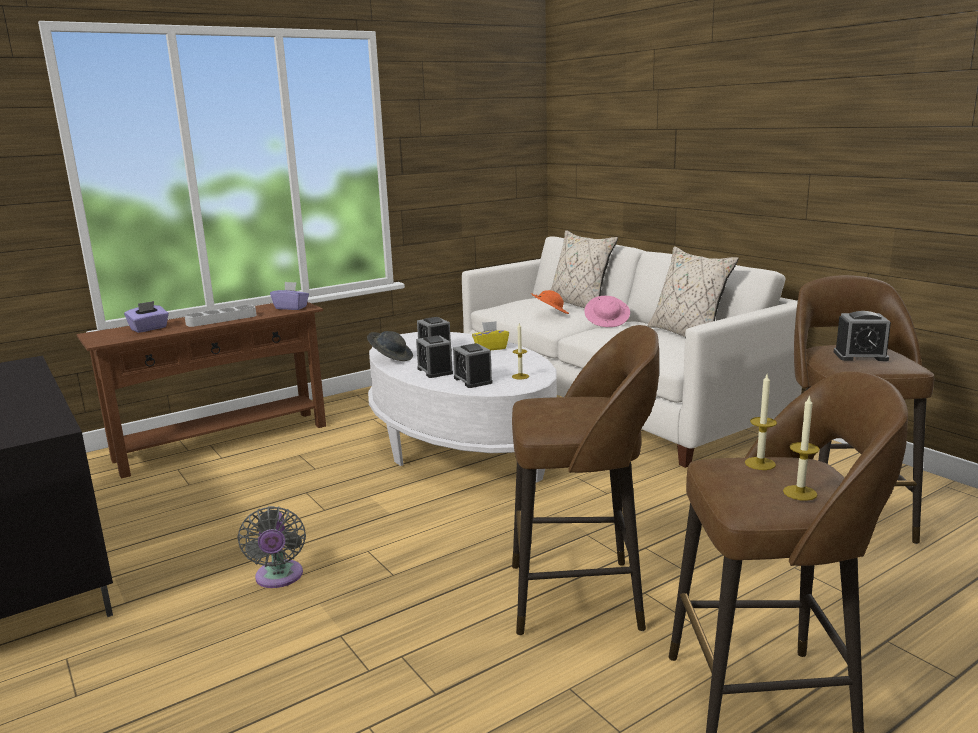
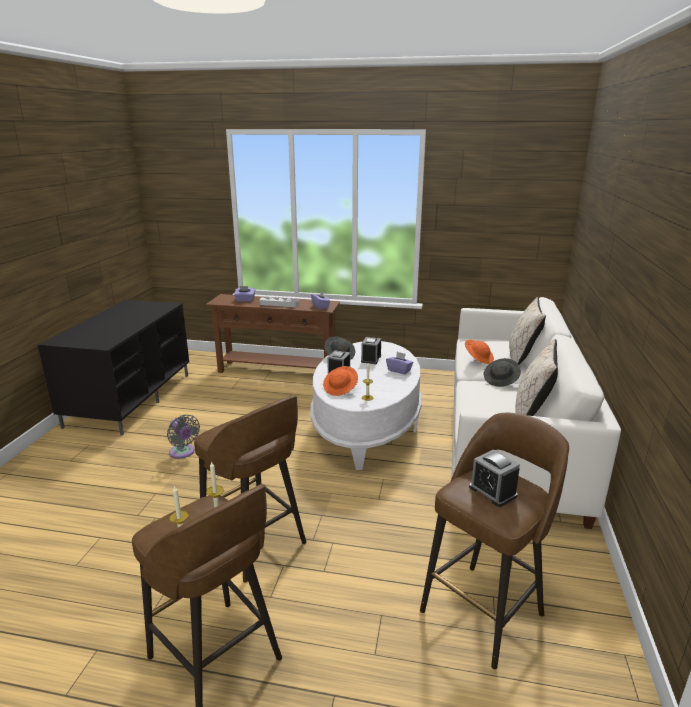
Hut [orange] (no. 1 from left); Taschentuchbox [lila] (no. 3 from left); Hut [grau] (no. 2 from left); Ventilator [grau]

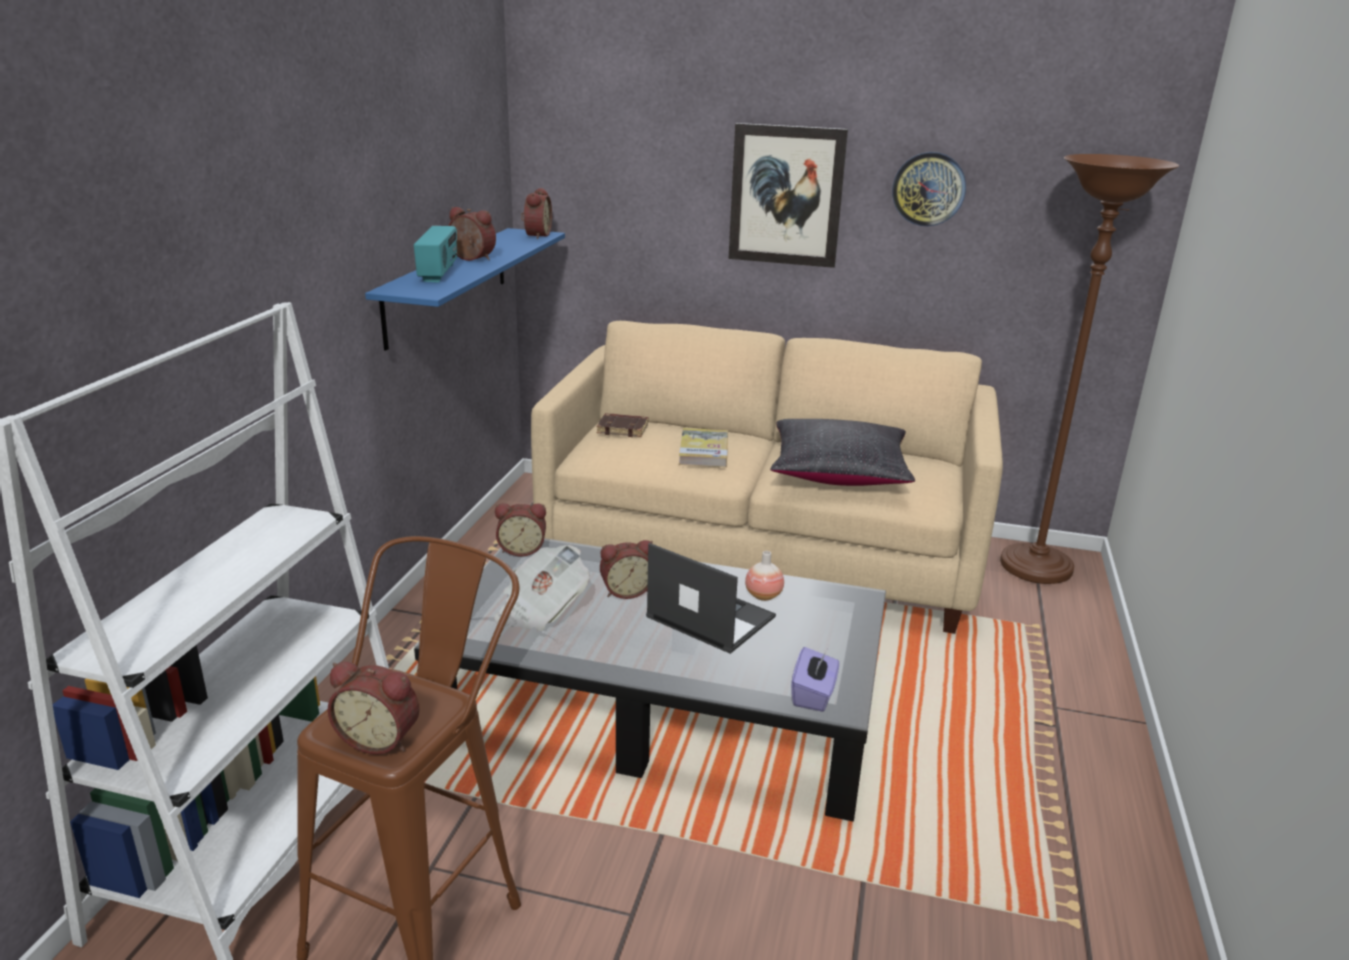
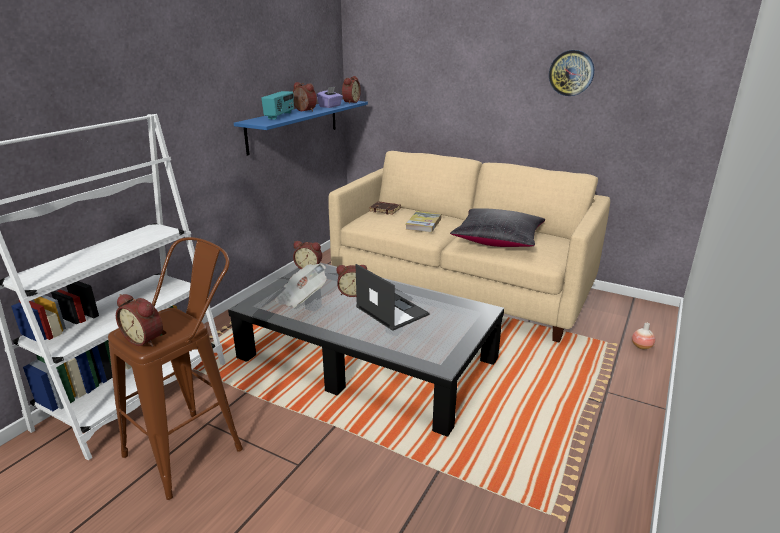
Bild; Stehlampe [braun]; Vase; Taschentuchbox [lila]

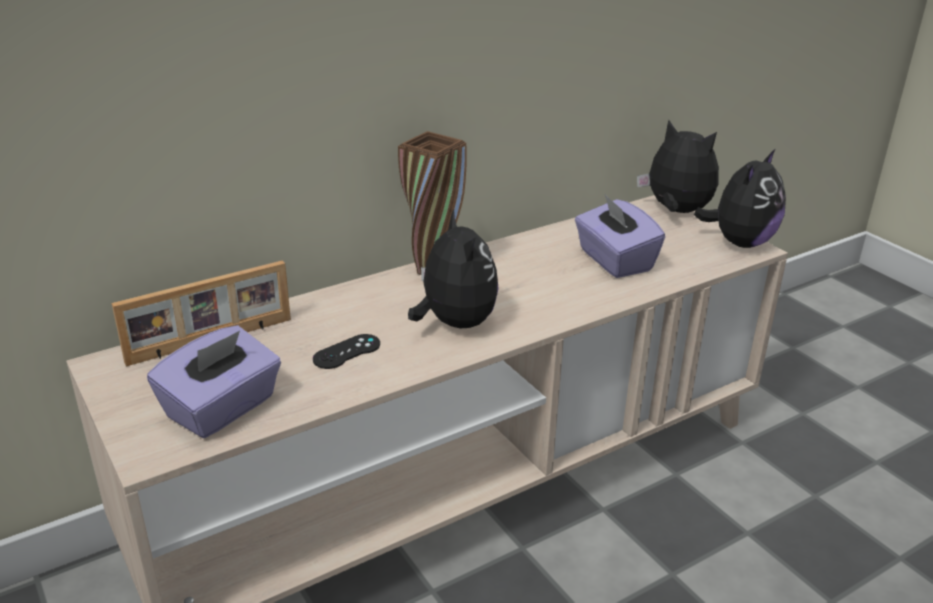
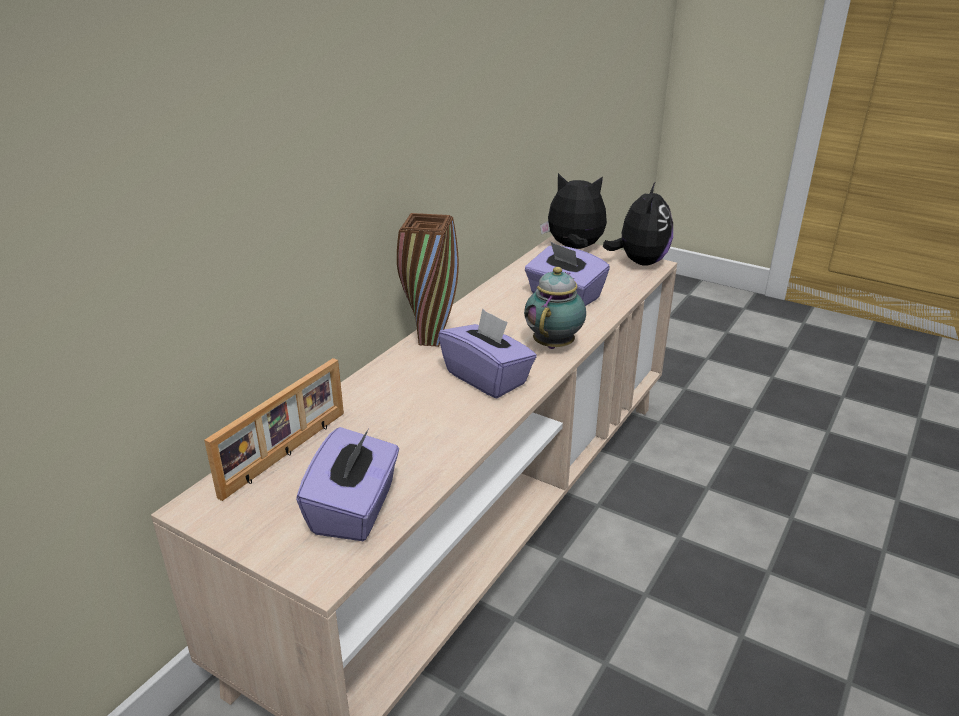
Gamepad [schwarz]; Teekanne; Taschentuchbox [lila] (no. 2 from left)

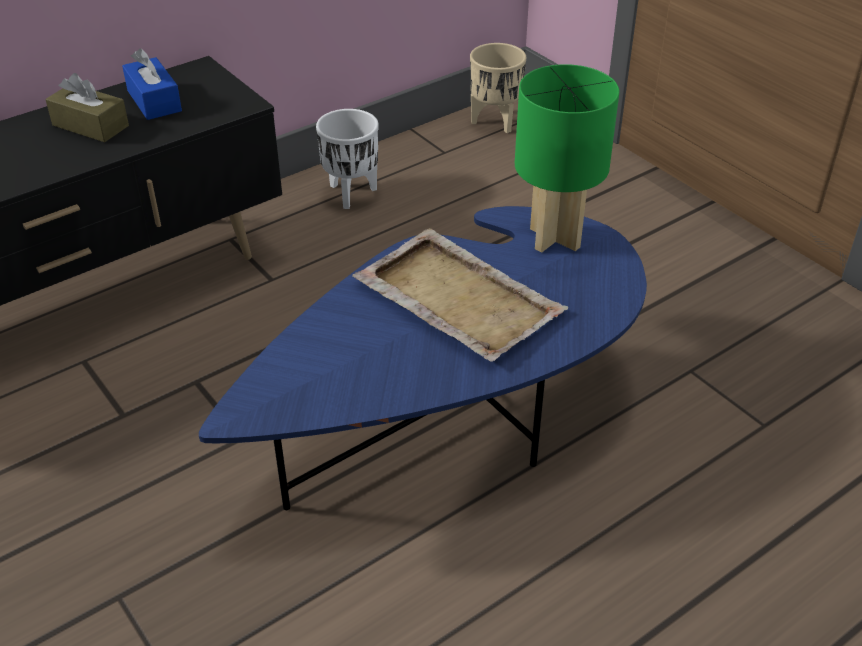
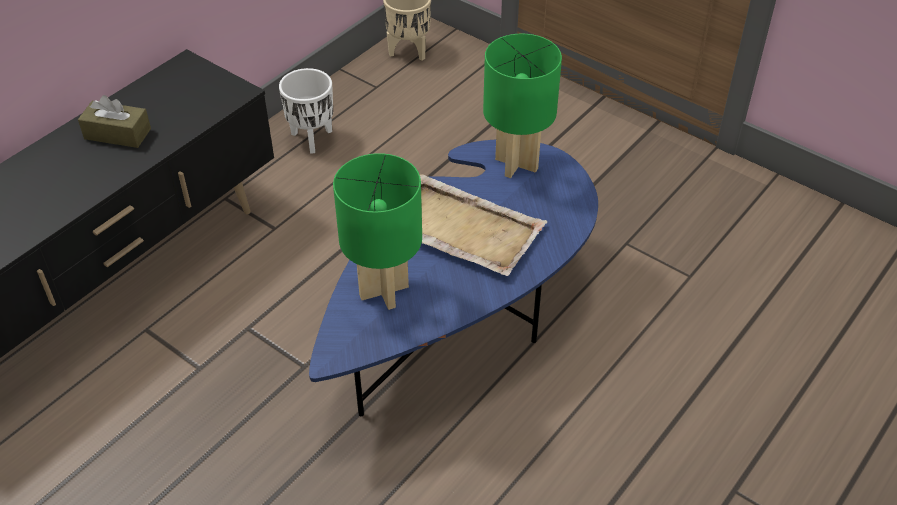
Taschentuchbox [blau]; Tischlampe [grün] (no. 1 from left)

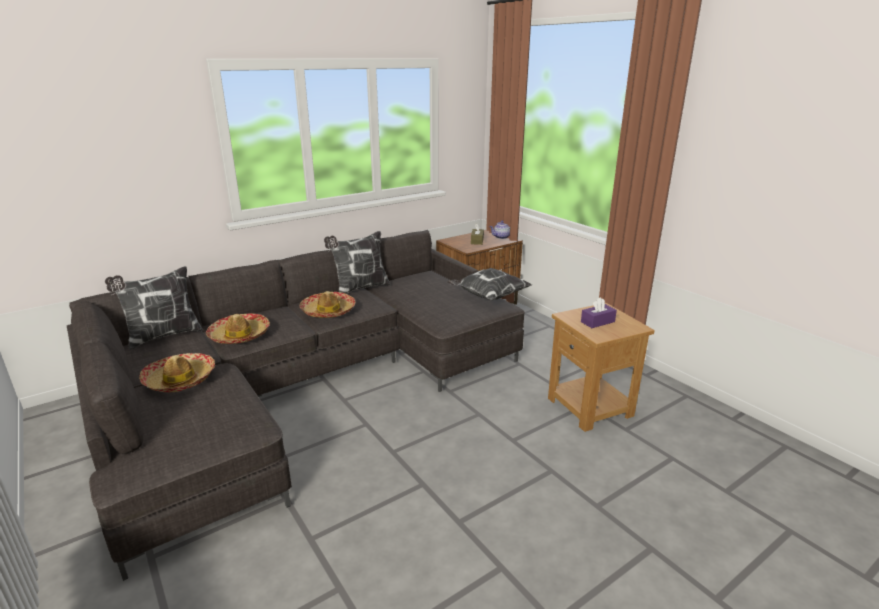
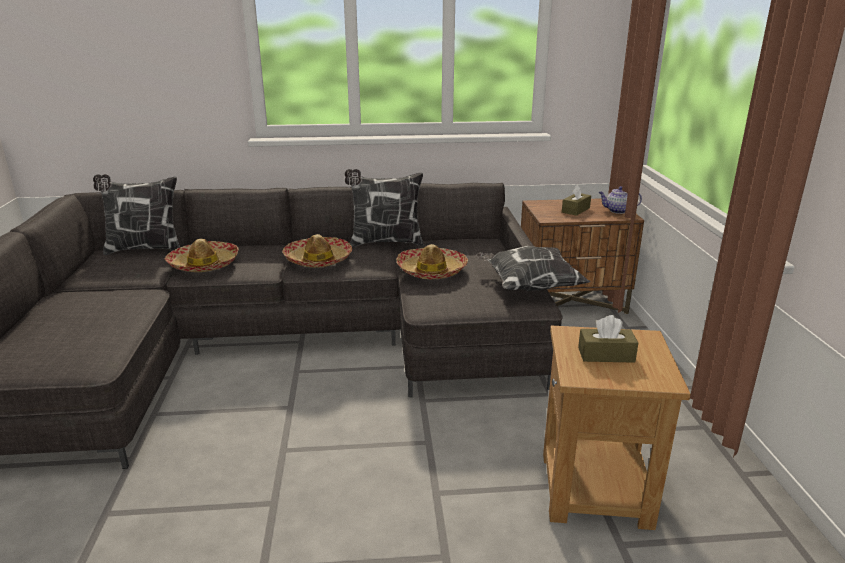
Hut (no. 3 from left); Taschentuchbox [braun] (no. 2 from left)

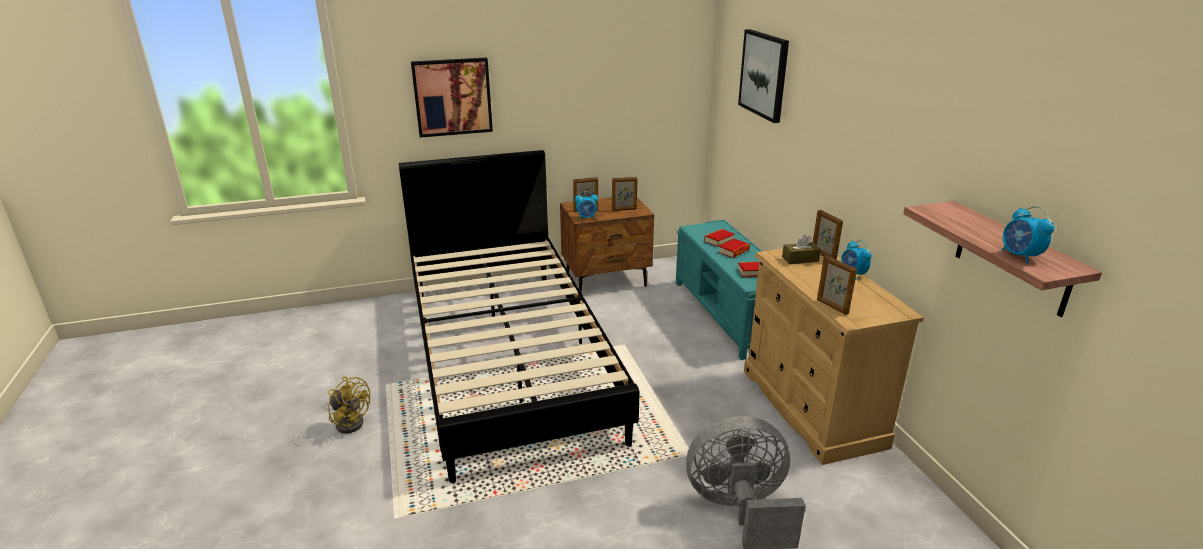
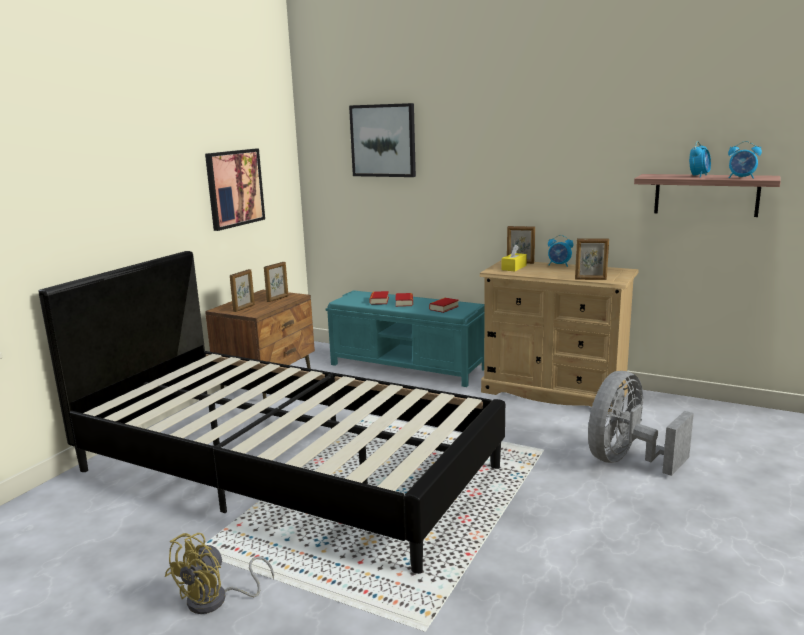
Bild (no. 1 from left); Wecker (no. 2 from left); Taschentuchbox [gelb]; Ventilator [gelb]

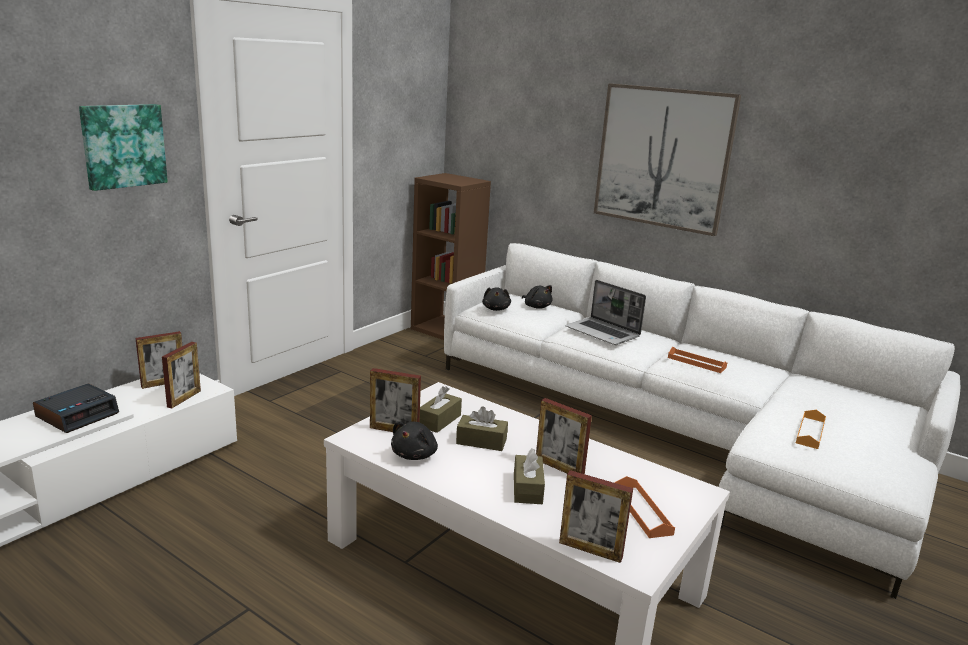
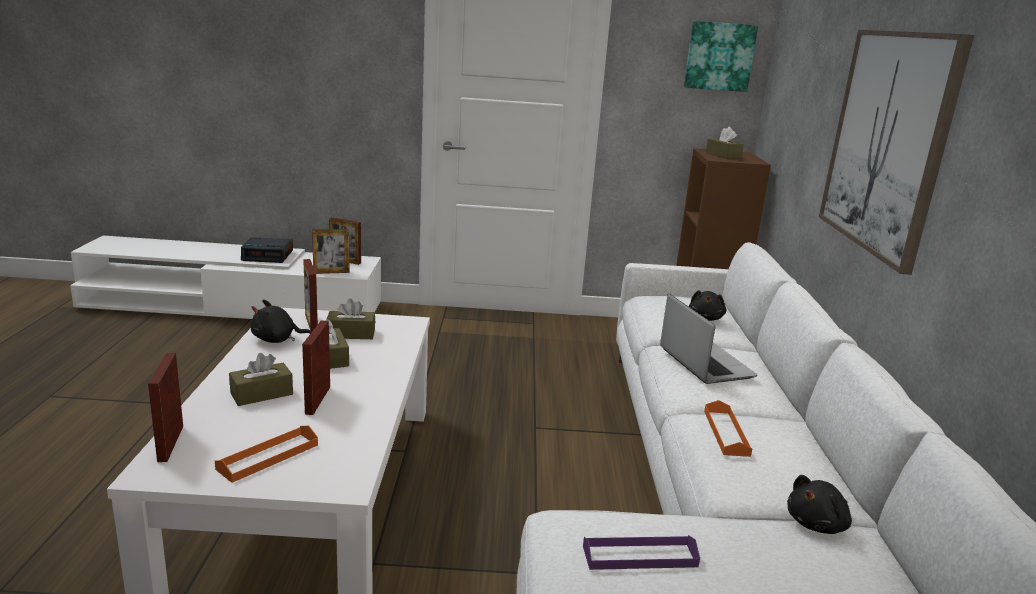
Taschentuchbox [braun] (no. 4 from left); Bild (no. 1 from left); Plüschtier [schwarz] (no. 3 from left); Tablett [lila]; Laptop

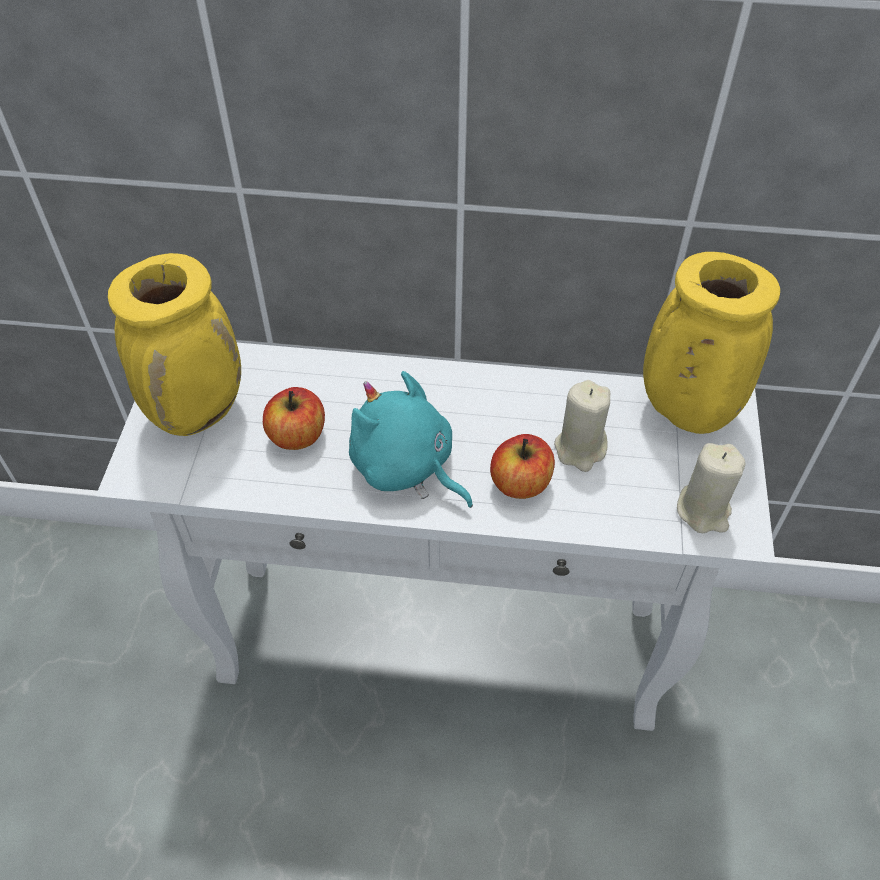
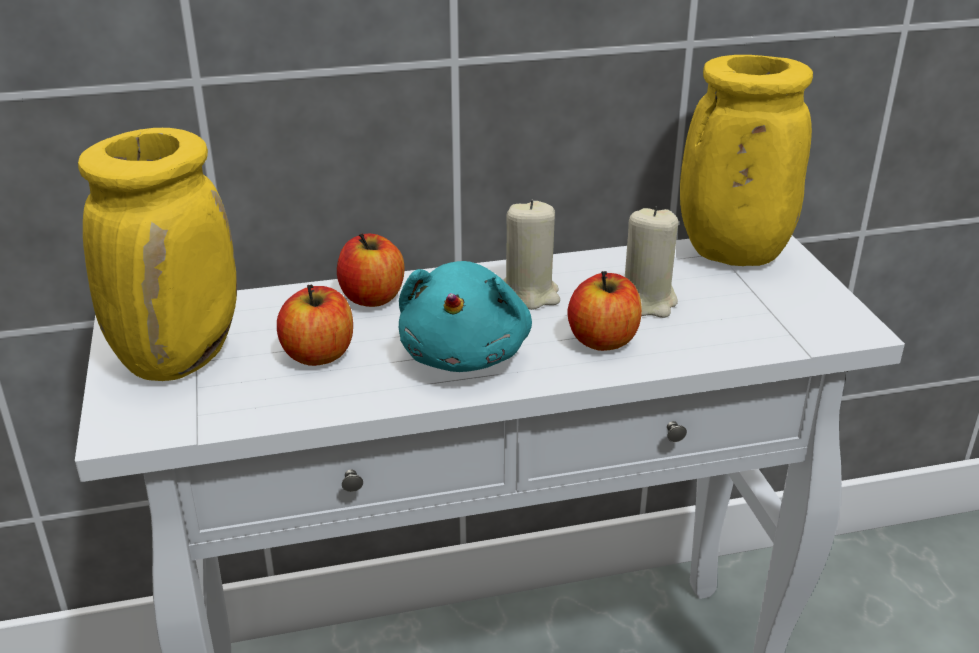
Apfel (no. 2 from left); Kerze [beige] (no. 1 from left); Plüschtier [türkis]

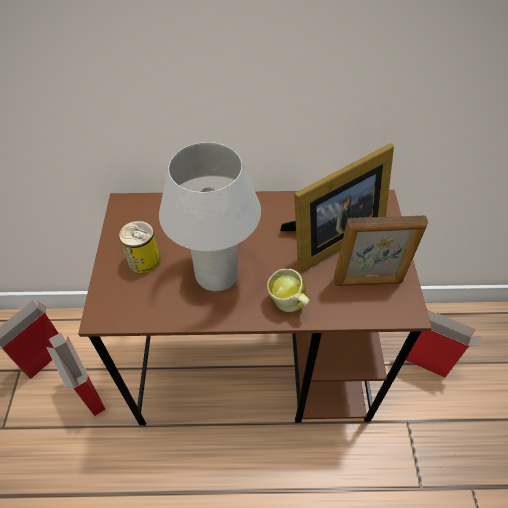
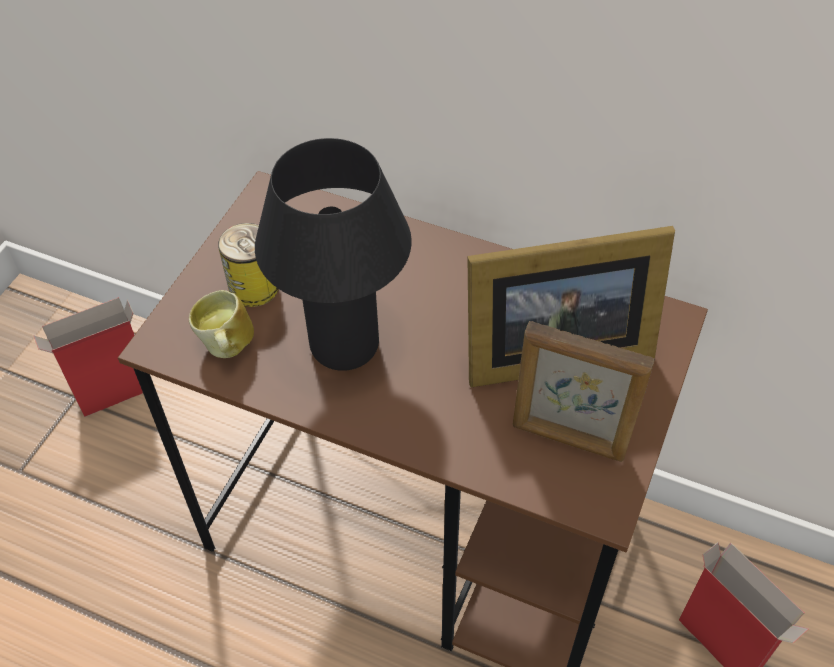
Karton (no. 2 from left in the first image); Henkelbecher; Tischlampe [schwarz]

